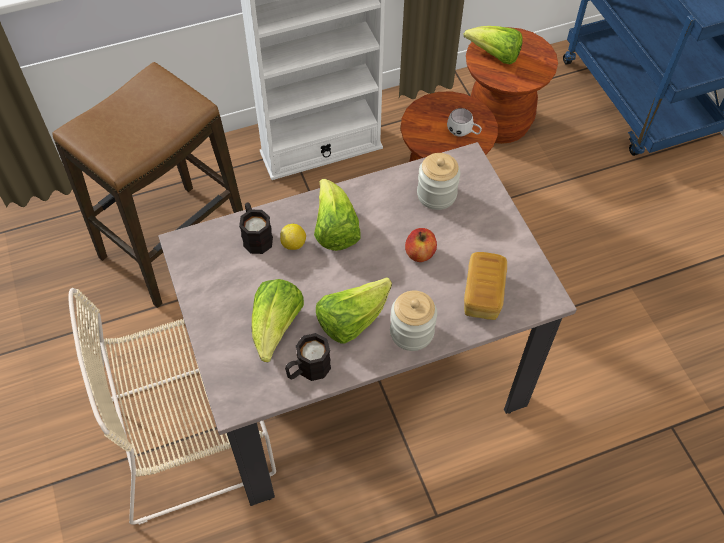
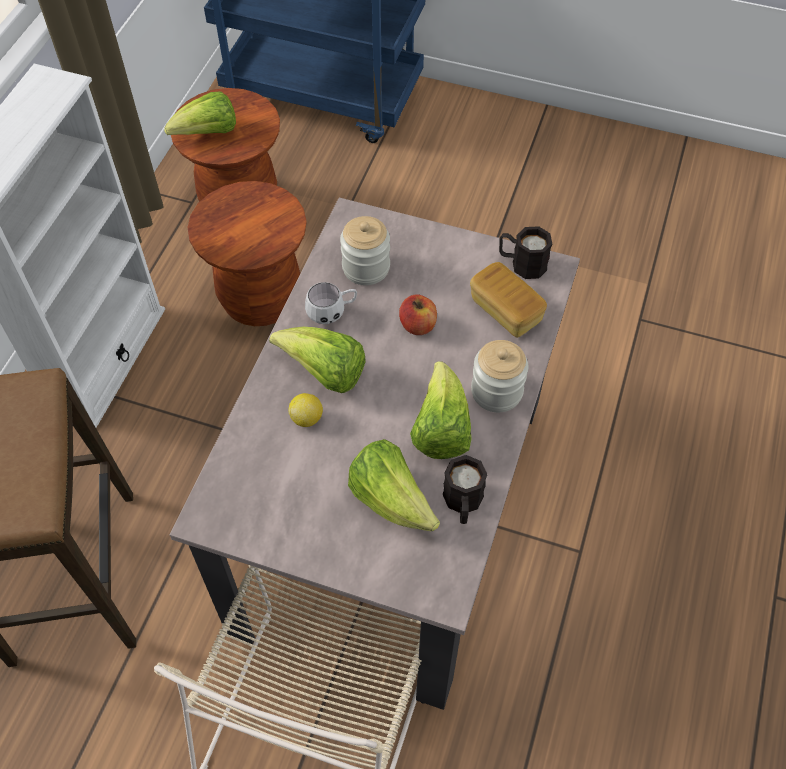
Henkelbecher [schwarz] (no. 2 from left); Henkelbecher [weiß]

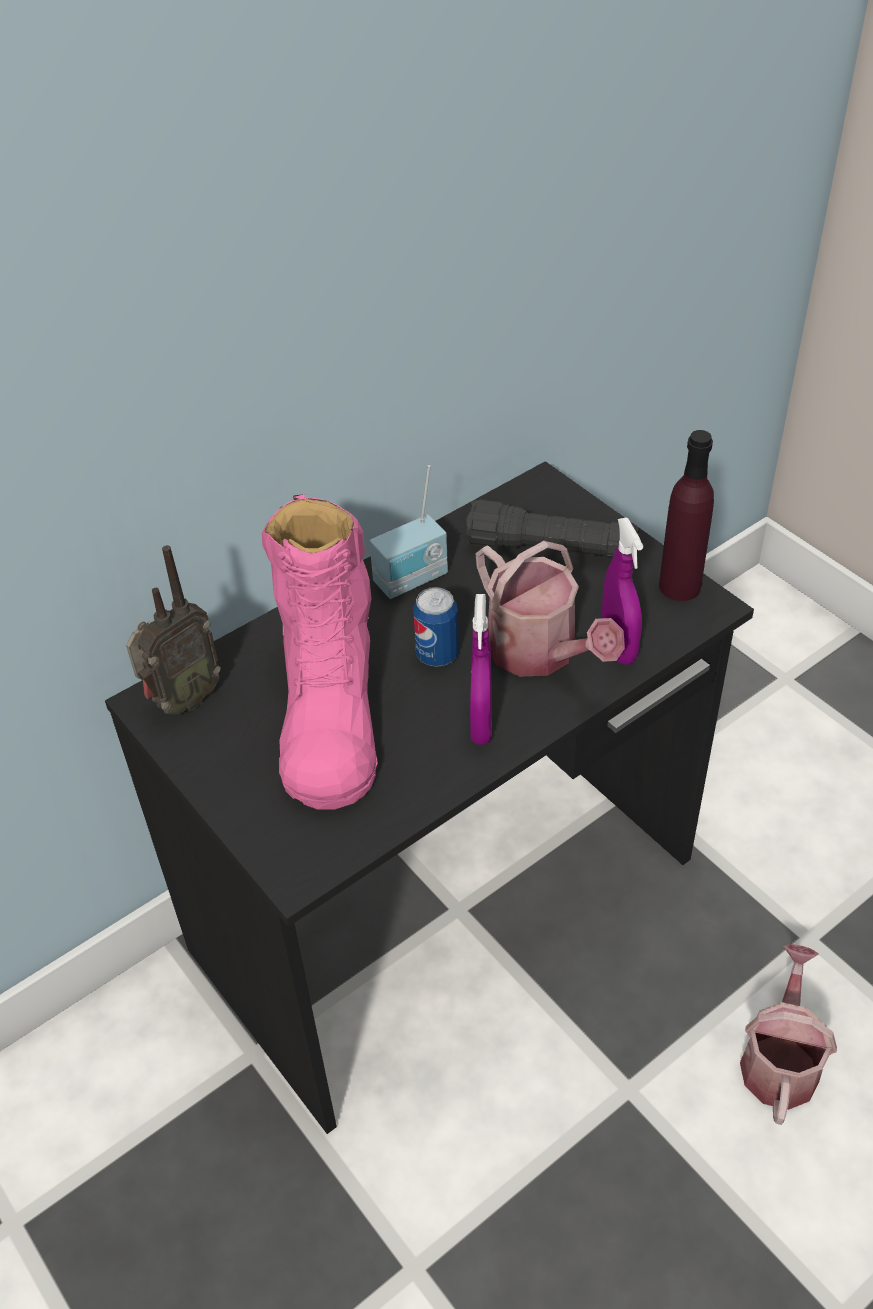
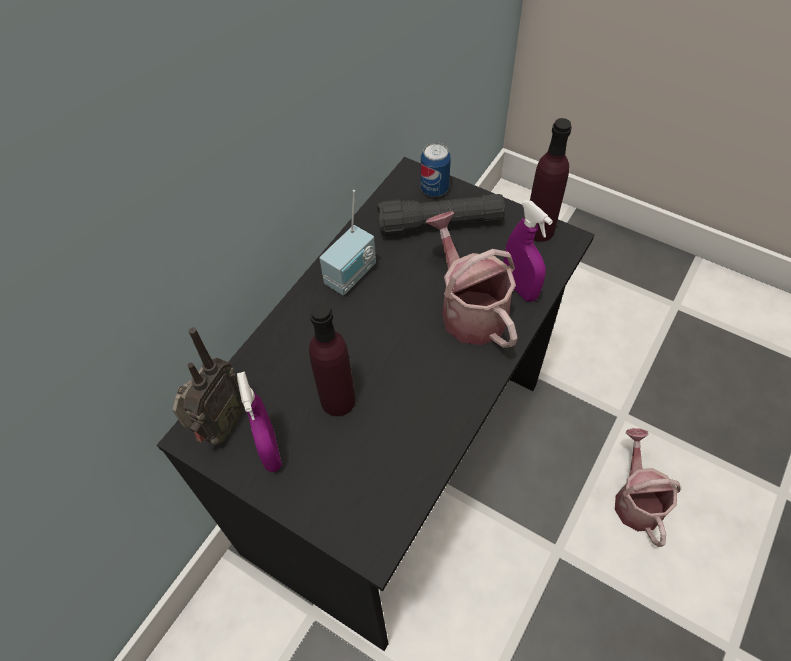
Dose; Sprühflasche [lila] (no. 1 from left); Flasche [lila] (no. 1 from left); Gießkanne (no. 1 from left)

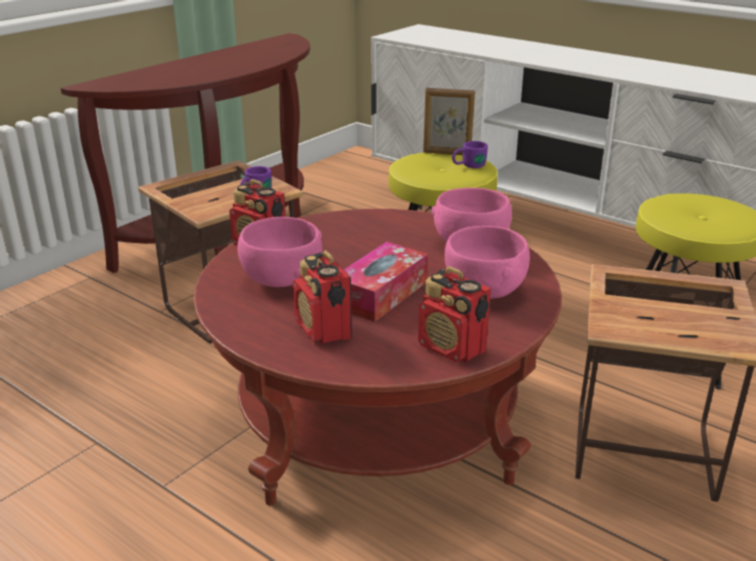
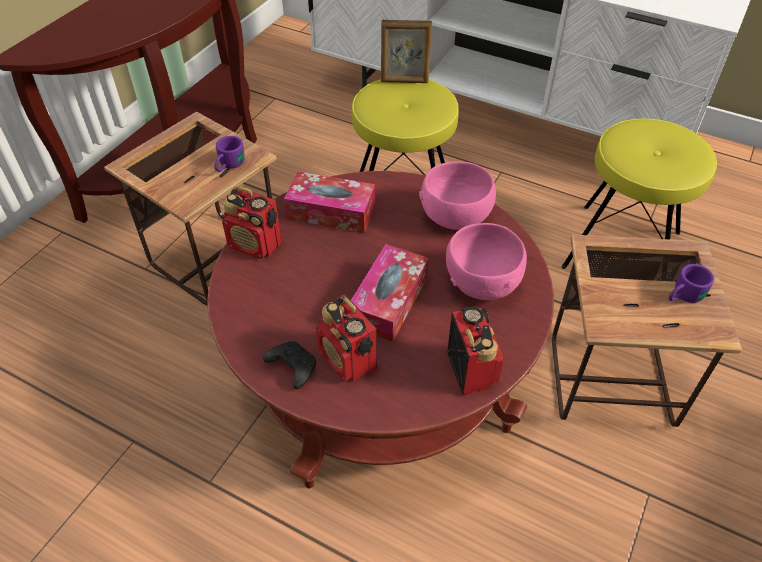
Schüssel [rosa] (no. 1 from left in the first image); Gamepad [schwarz]; Taschentuchbox (no. 1 from left); Henkelbecher [lila] (no. 2 from left); Radio (no. 3 from left)

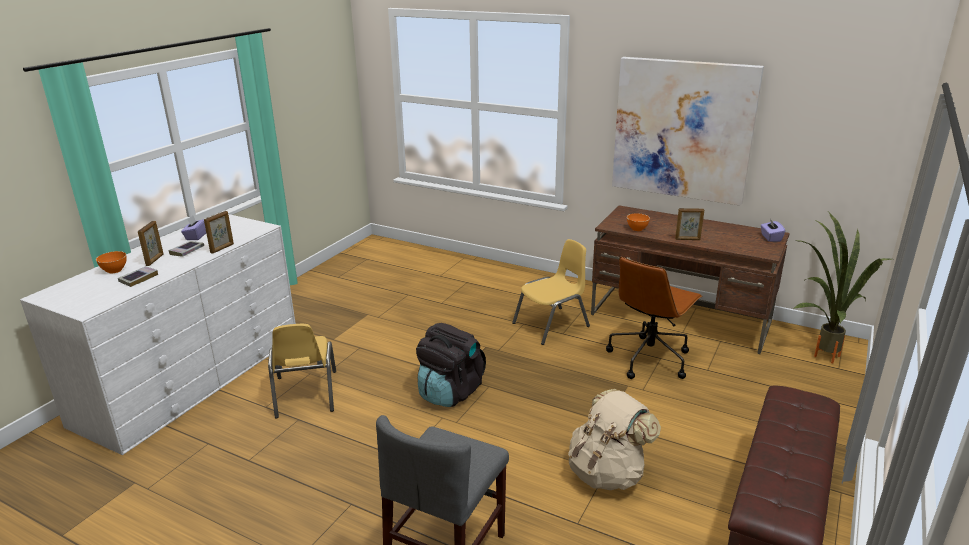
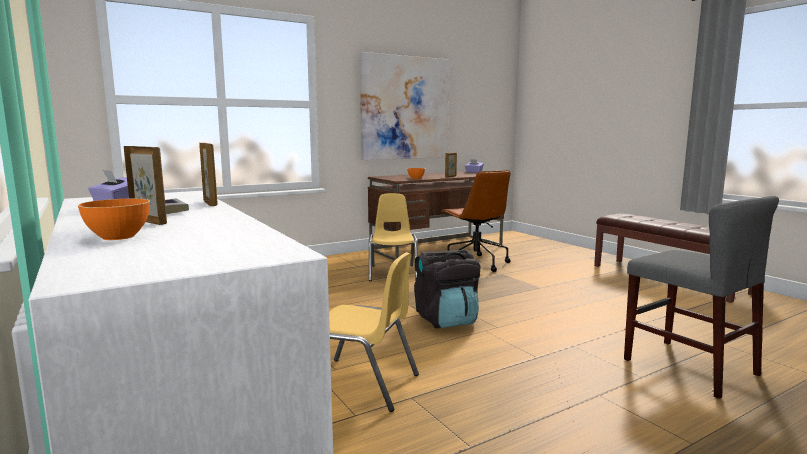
Buch (no. 1 from left in the first image); Rucksack [beige]; Topfpflanze

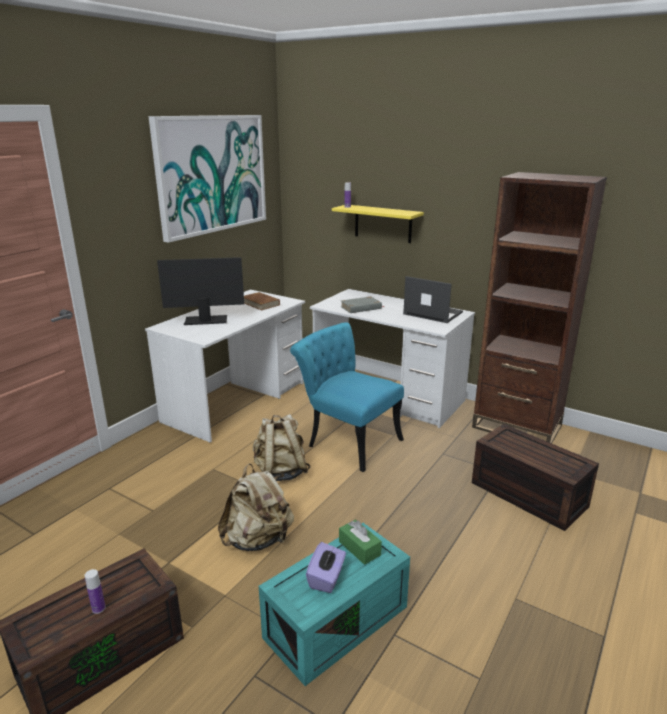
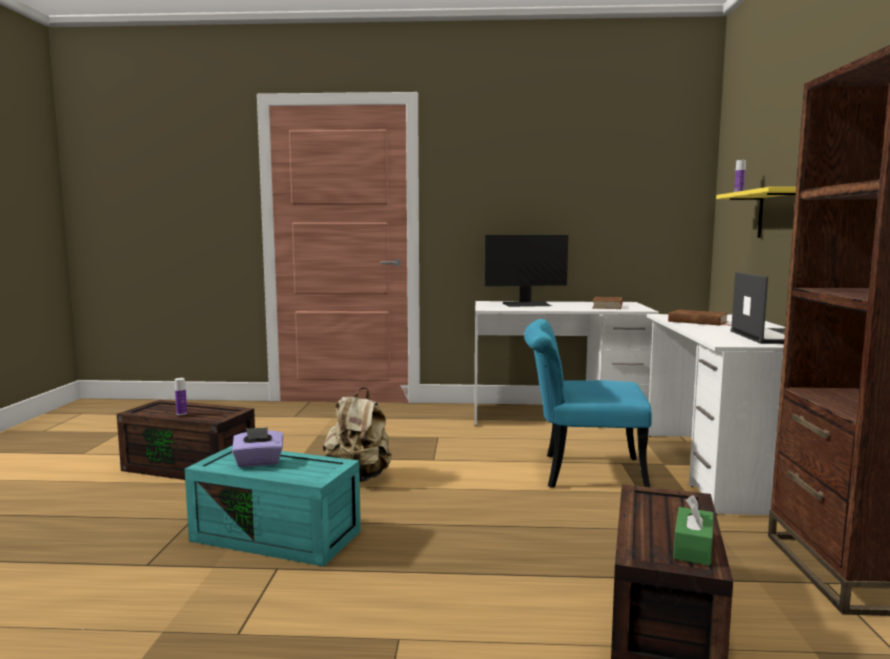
Bild; Rucksack [beige] (no. 2 from left in the first image); Taschentuchbox [grün]; Buch [braun] (no. 2 from left); Monitor; Stuhl [türkis]

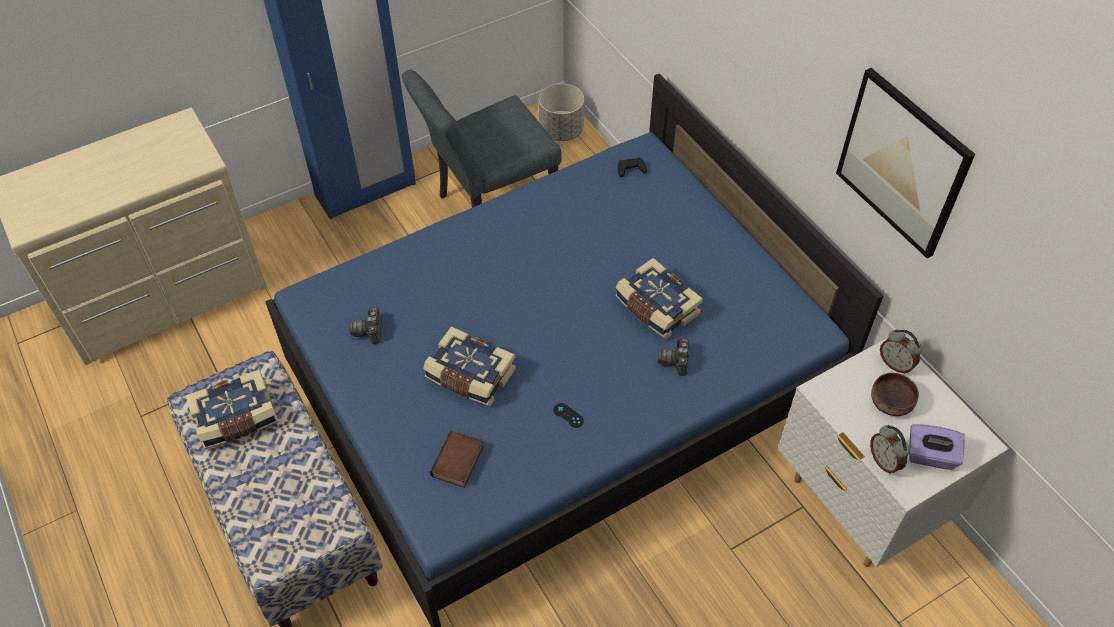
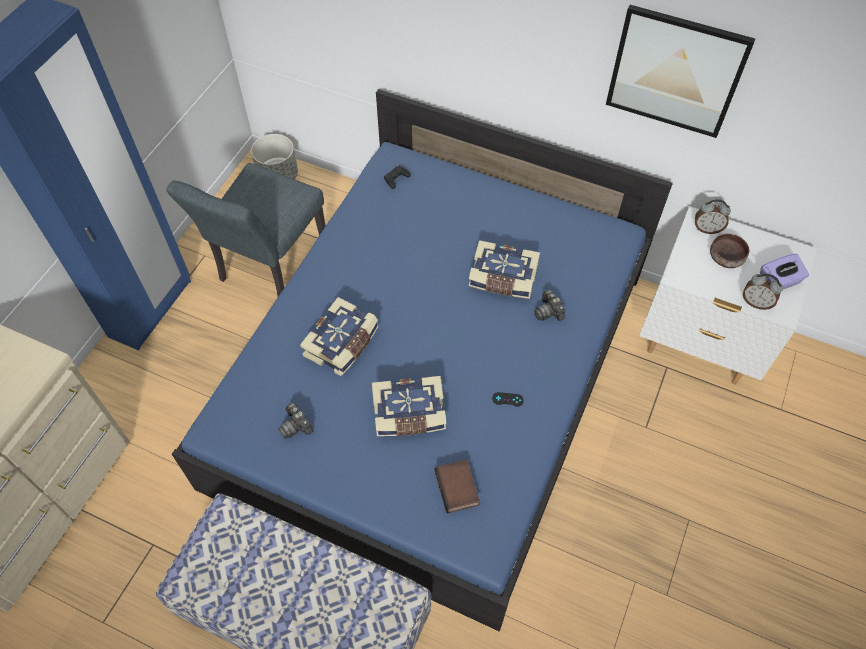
Buch (no. 1 from left)

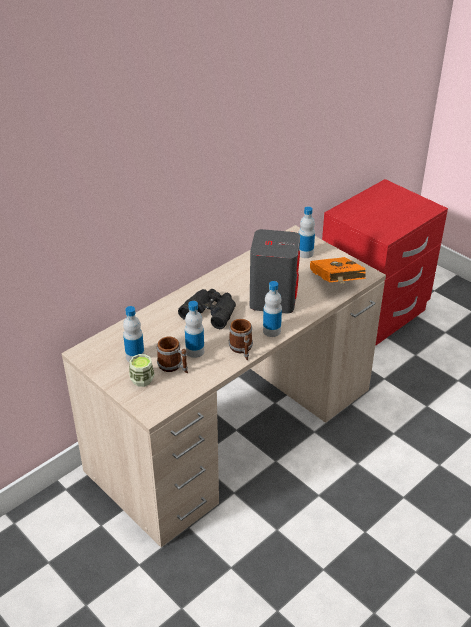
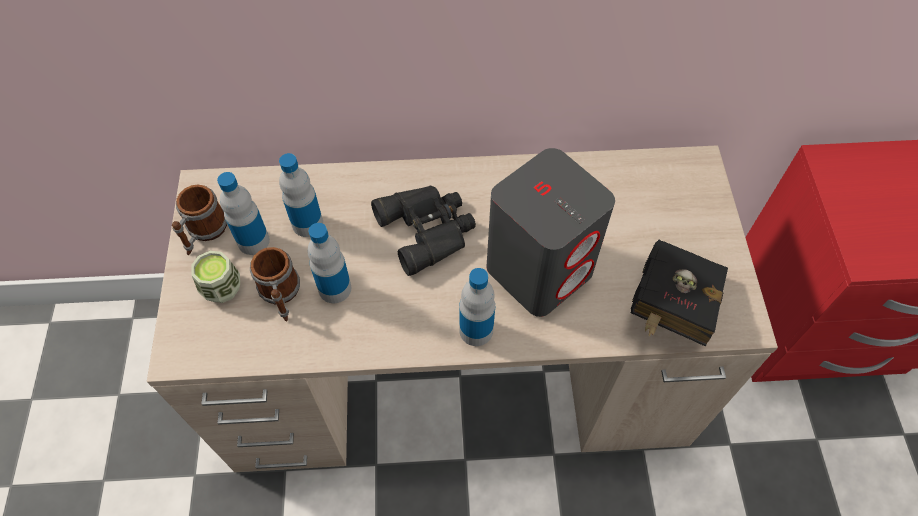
Henkelbecher (no. 1 from left); Flasche (no. 2 from left); Buch [schwarz]

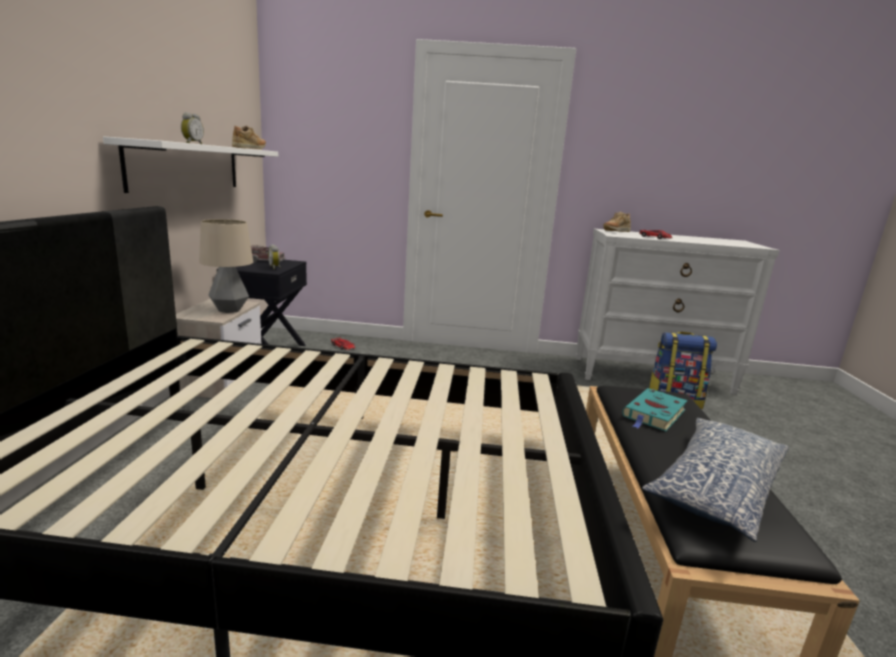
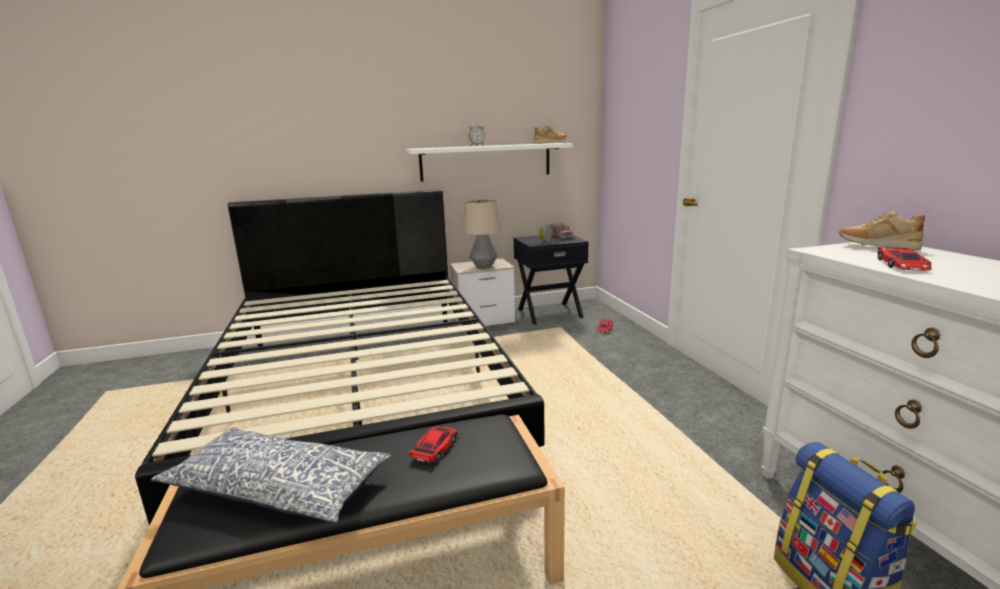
Spielzeugauto (no. 1 from left)

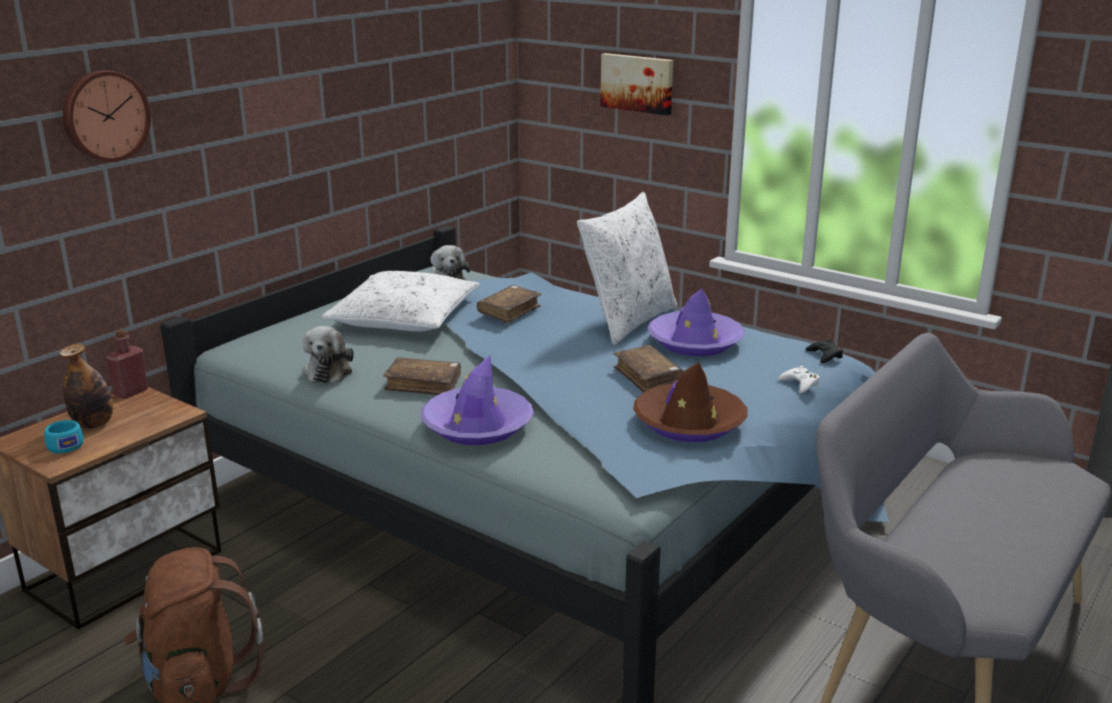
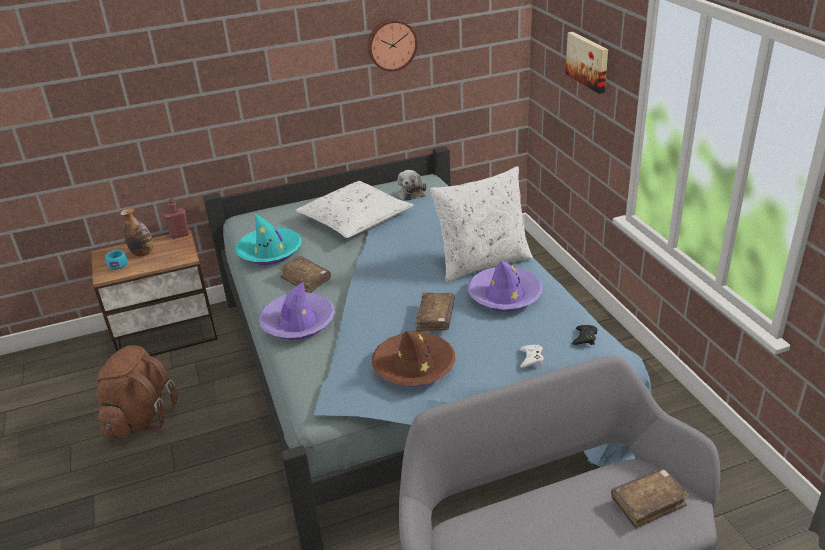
Wanduhr; Buch [braun] (no. 3 from left); Hut [türkis]

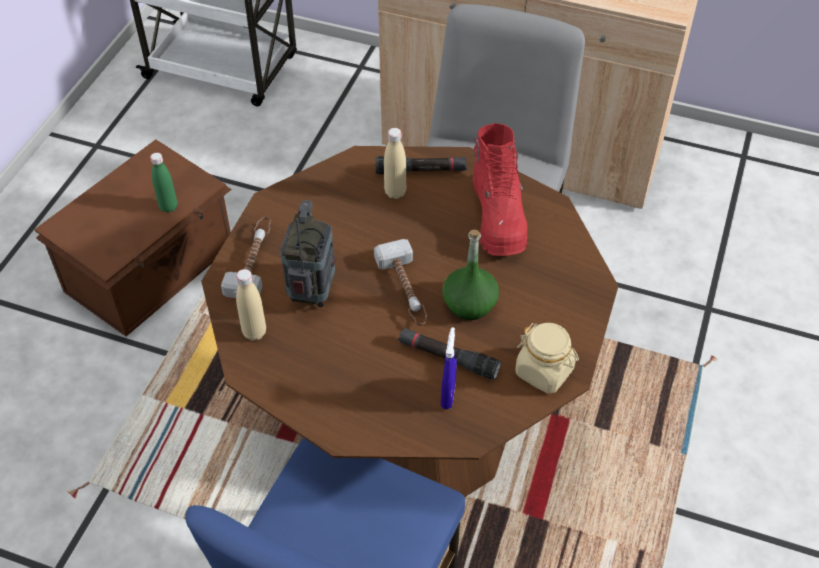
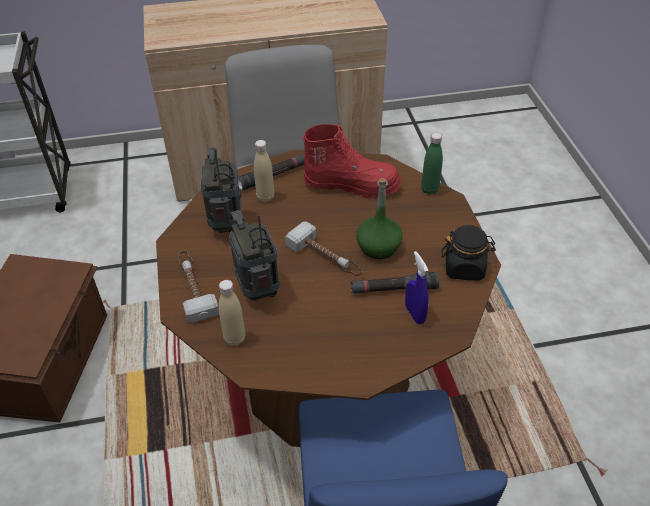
Radio (no. 1 from left); Flasche [grün] (no. 2 from left); Vorratsglas [schwarz]; Stiefel [rot]

